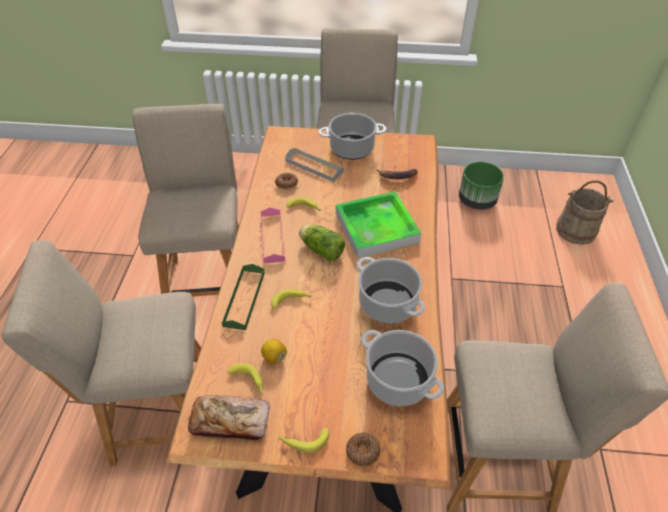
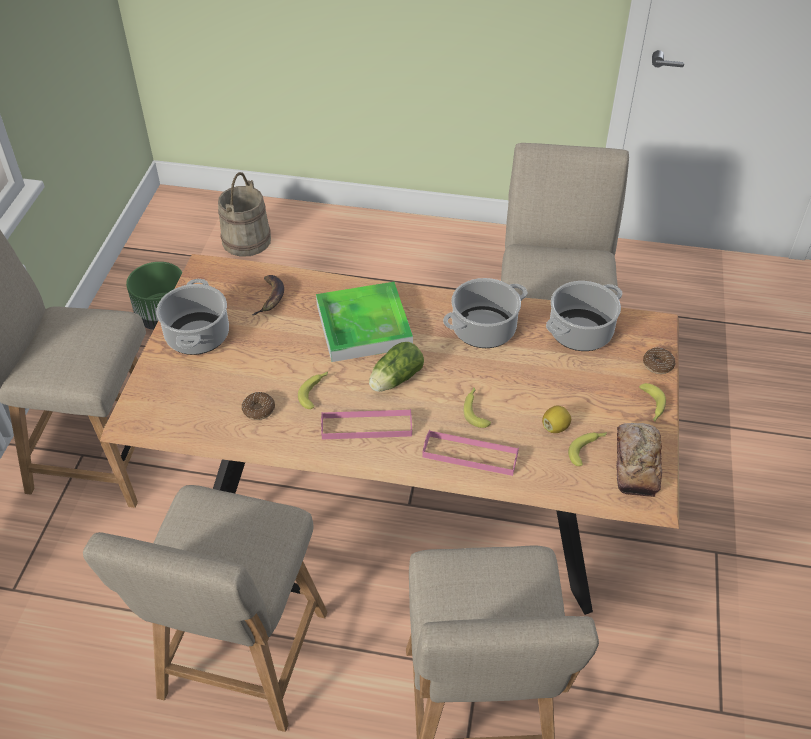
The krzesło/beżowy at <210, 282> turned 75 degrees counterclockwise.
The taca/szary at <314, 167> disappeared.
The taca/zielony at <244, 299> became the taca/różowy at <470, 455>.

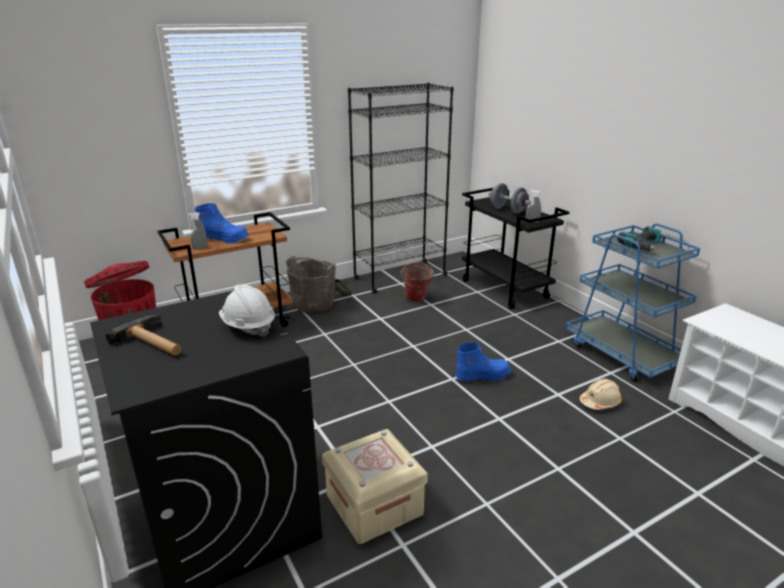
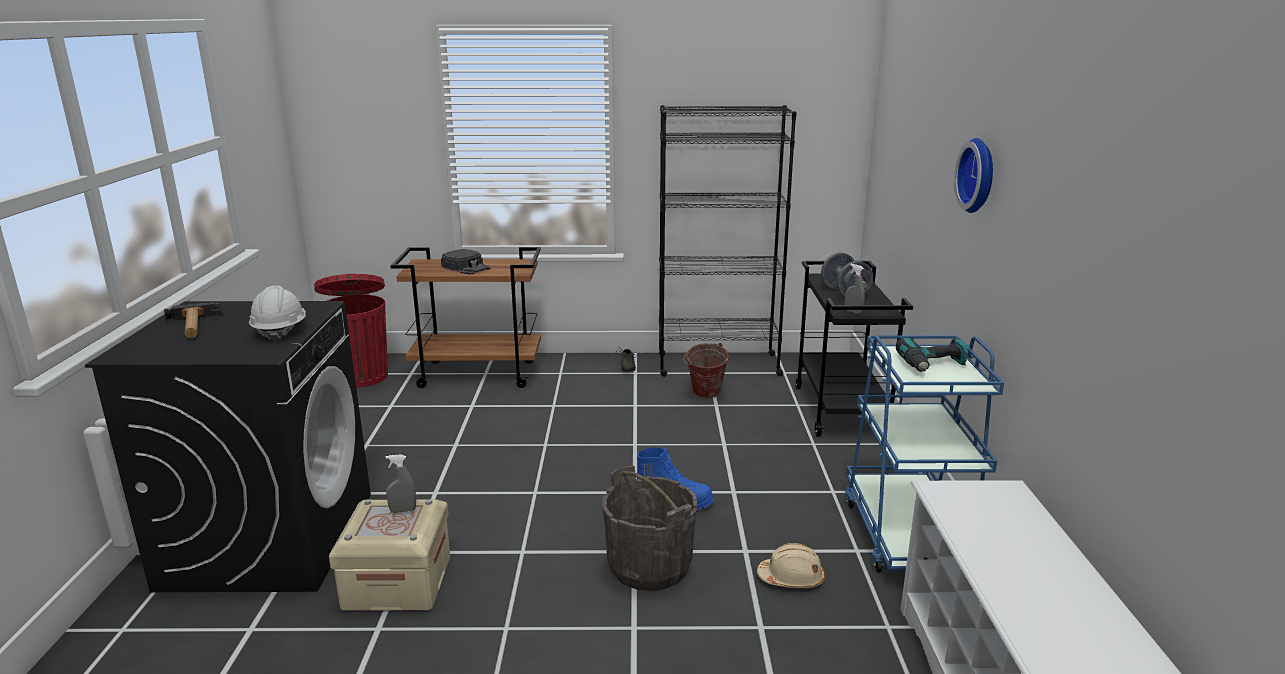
The but z cholewką/niebieski at <224, 239> was replaced by the czapka z daszkiem/czarny at <466, 267>.
The spryskiwacz/szary moved from <200, 247> to <403, 510>.
The wiadro/szary moved from <313, 303> to <649, 566>.
The zegar ścienny at <980, 175> appeared.

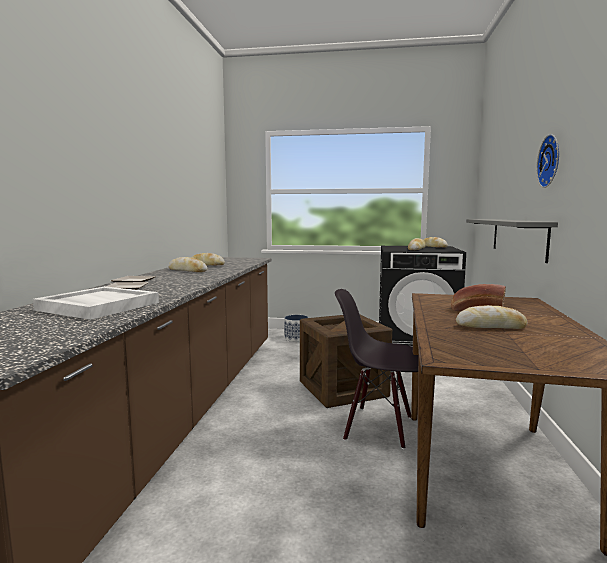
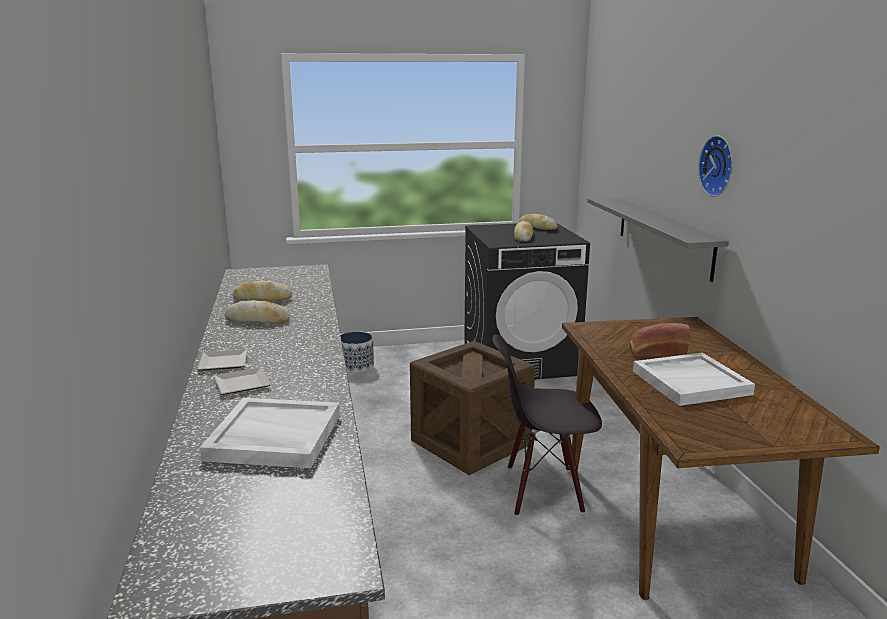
The chleb at <491, 326> was replaced by the taca/biały at <691, 382>.

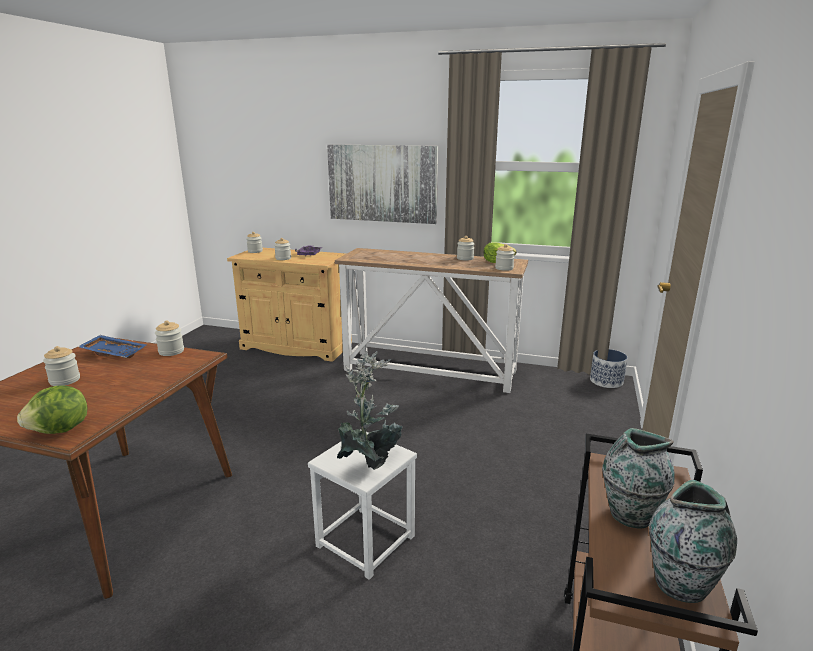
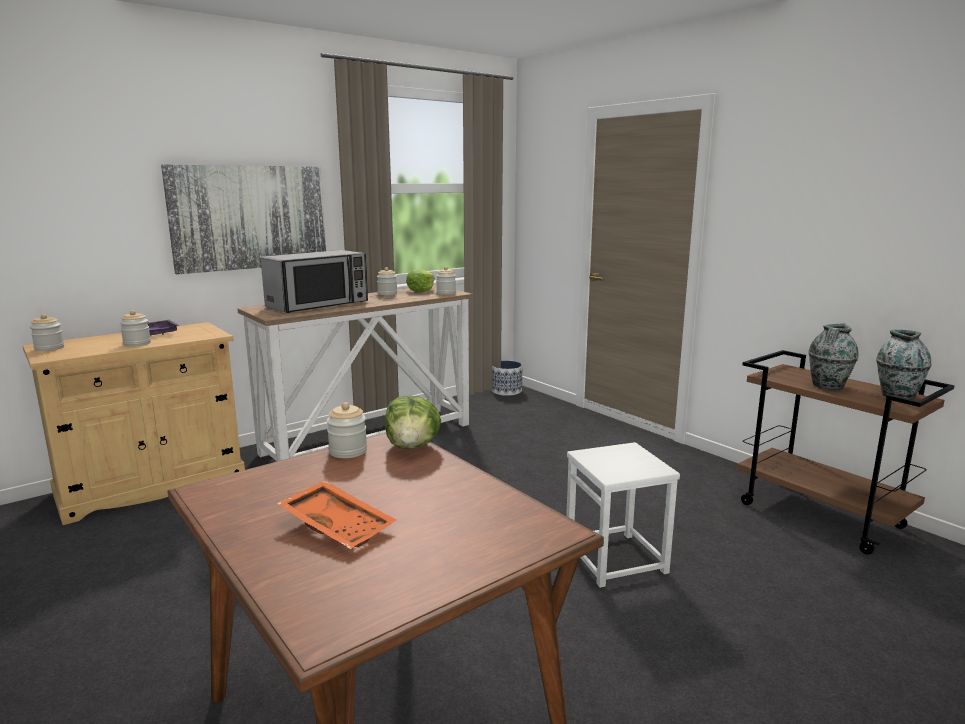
The taca/niebieski at <115, 353> disappeared.
The słoik at <65, 380> was replaced by the taca/pomarańczowy at <339, 525>.
The roślina doniczkowa at <370, 461> disappeared.
The sałata moved from <61, 431> to <413, 446>.
The mikrofalówka at <318, 304> appeared.

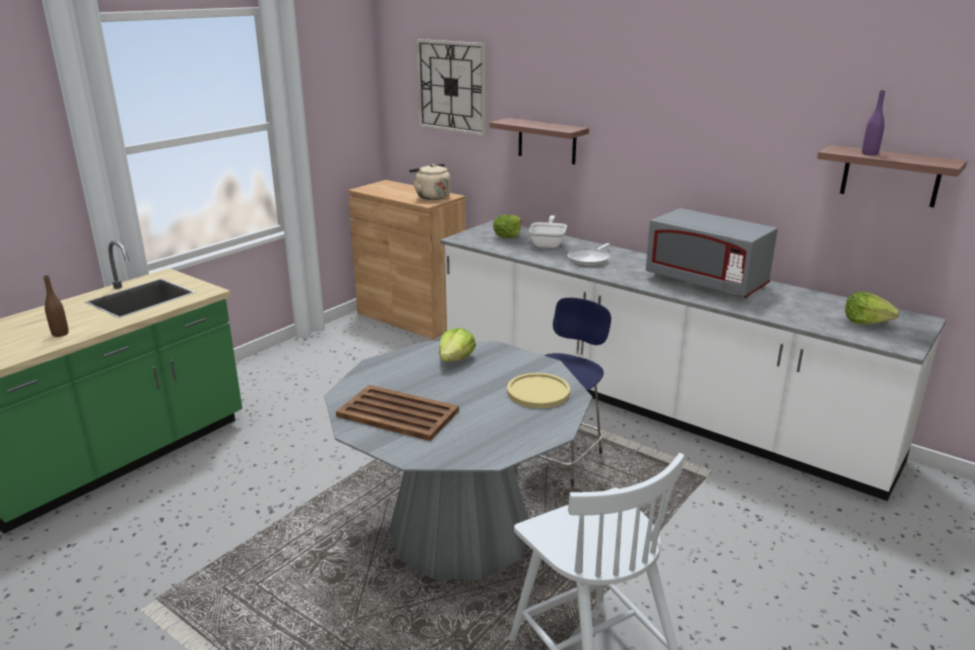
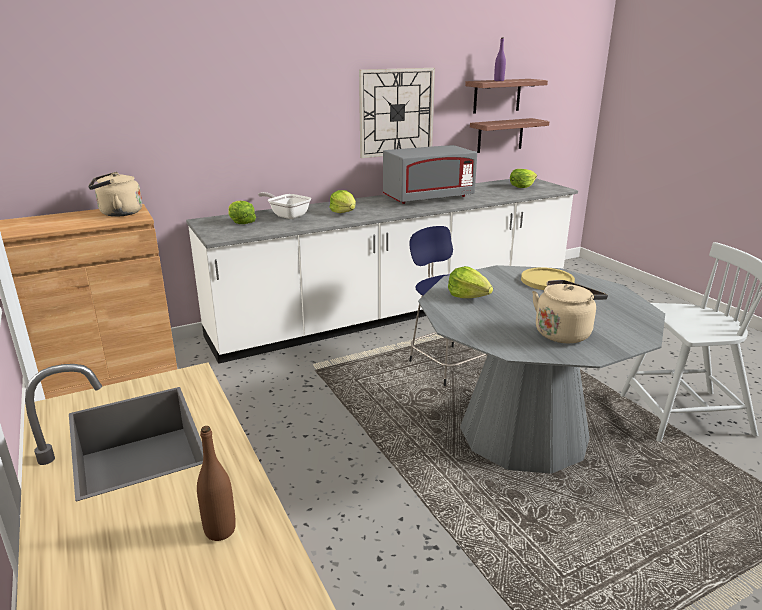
The zegar ścienny moved from <452, 86> to <396, 112>.
The półka moved from <547, 141> to <500, 135>.
The patelnia at <589, 259> was replaced by the sałata at <344, 212>.
The taca/brązowy at <398, 414> was replaced by the czajnik/beżowy at <564, 333>.

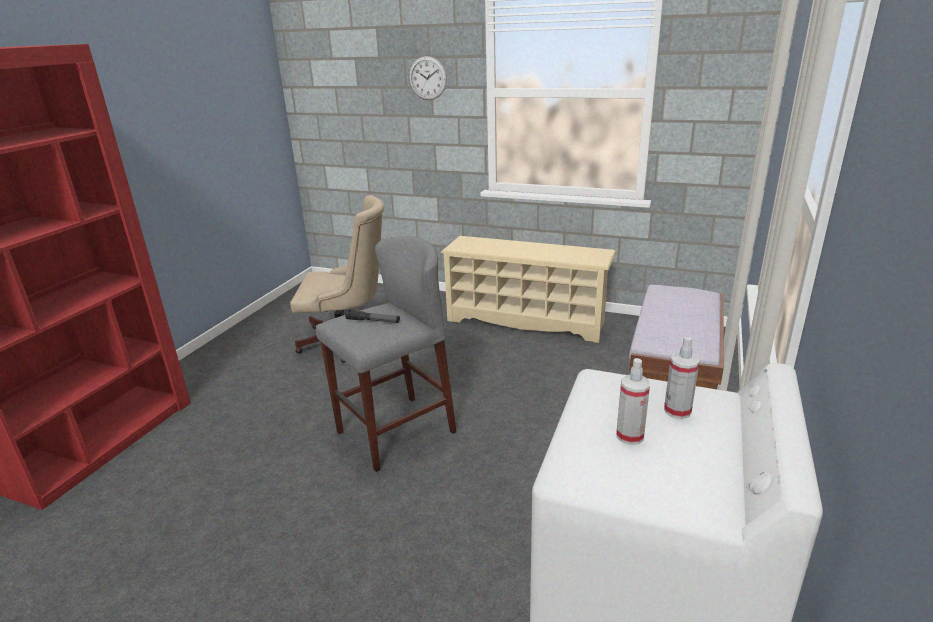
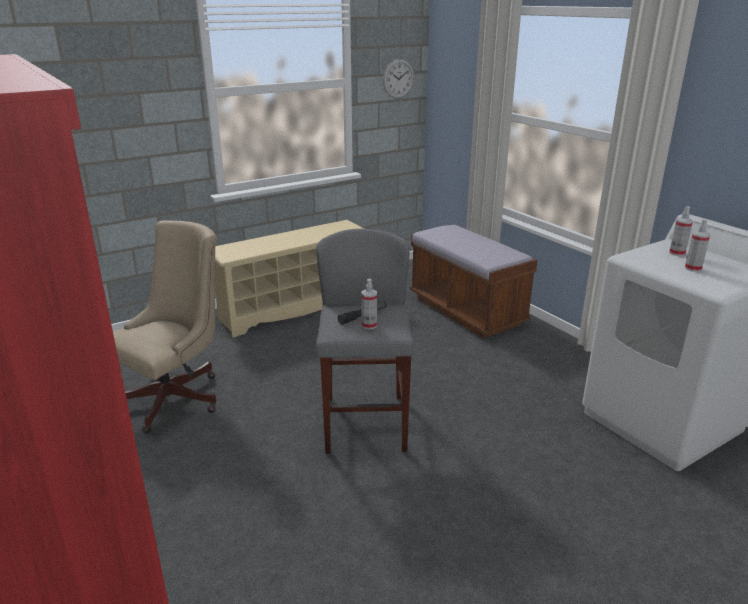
The zegar ścienny moved from <427, 78> to <398, 78>.
The spryskiwacz at <369, 325> appeared.

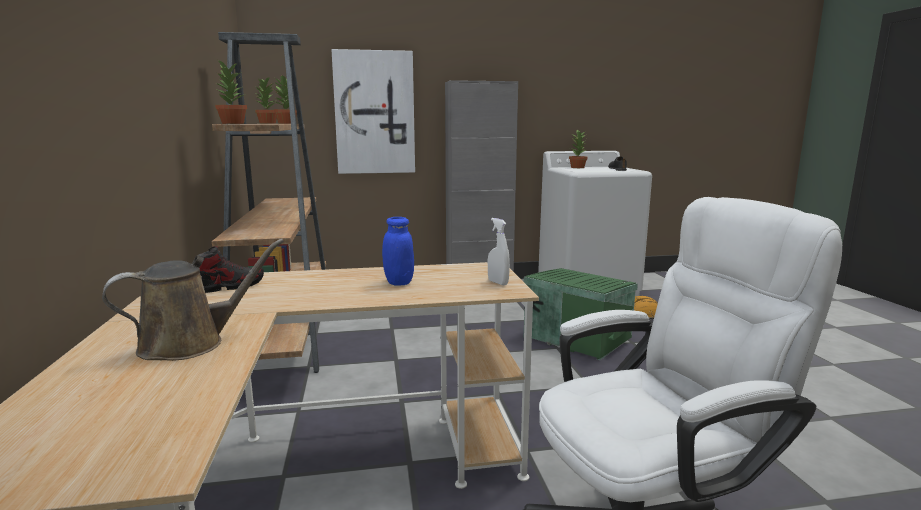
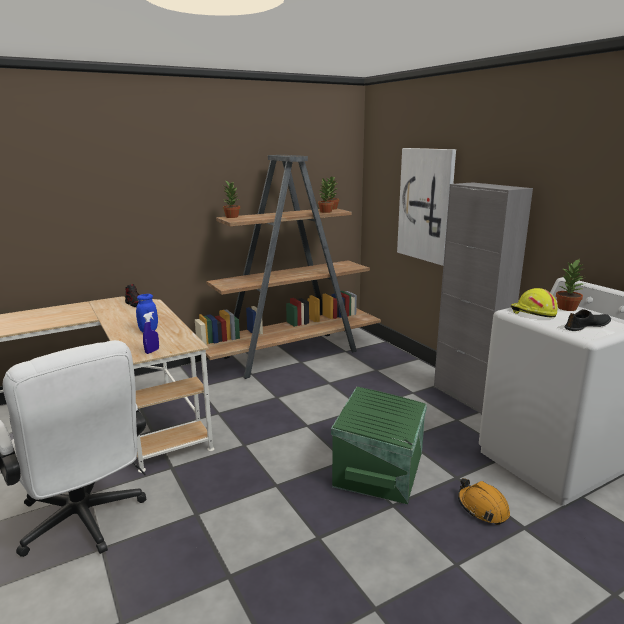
The spryskiwacz/biały at <498, 282> became the spryskiwacz/niebieski at <152, 351>.
The konewka/brązowy at <190, 344> disappeared.
The kask/żółty at <532, 313> appeared.

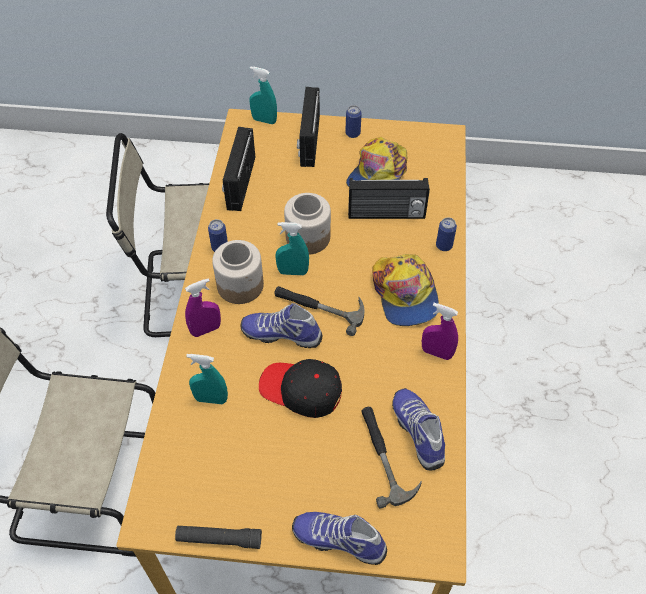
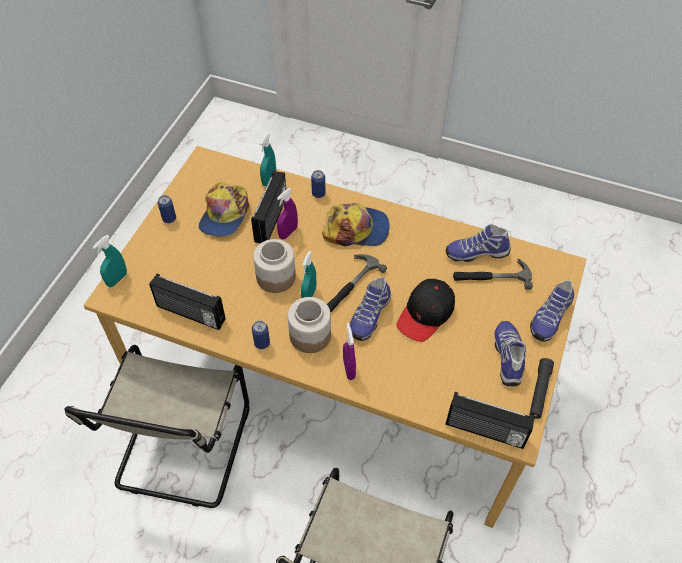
The radio moved from <308, 141> to <485, 431>.
The czapka z daszkiem at <377, 173> turned 60 degrees clockwise.
The spryskiwacz/fioletowy moved from <436, 353> to <288, 232>.
The spryskiwacz/turkusowy moved from <211, 399> to <269, 179>.
The but at <509, 357> appeared.

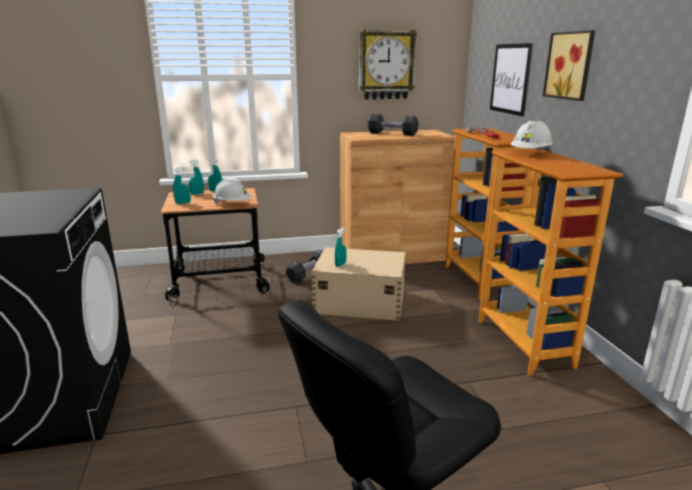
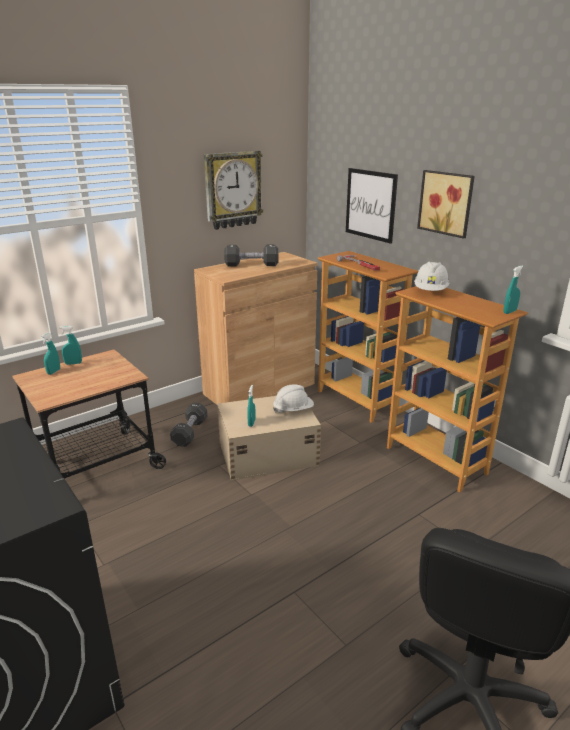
The spryskiwacz/turkusowy moved from <183, 203> to <509, 312>.
The kask/biały moved from <233, 204> to <293, 410>.

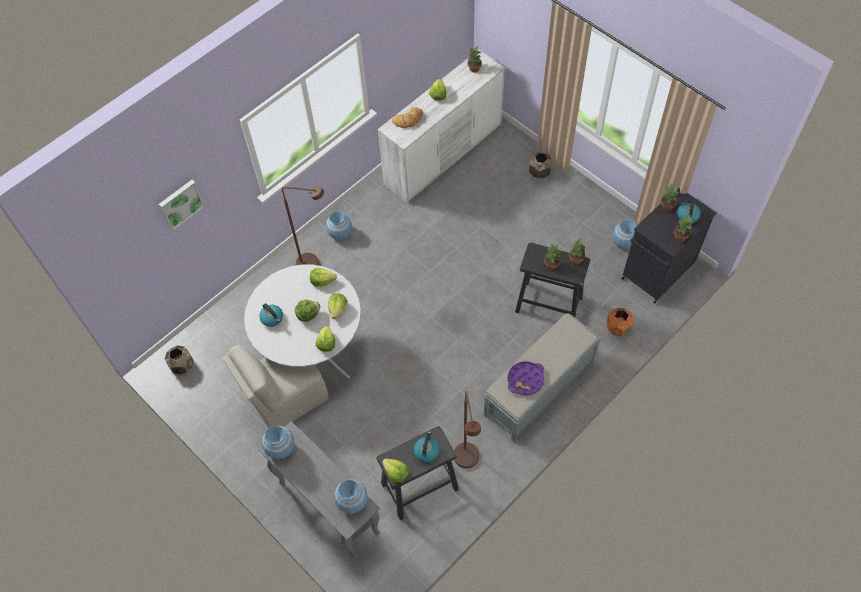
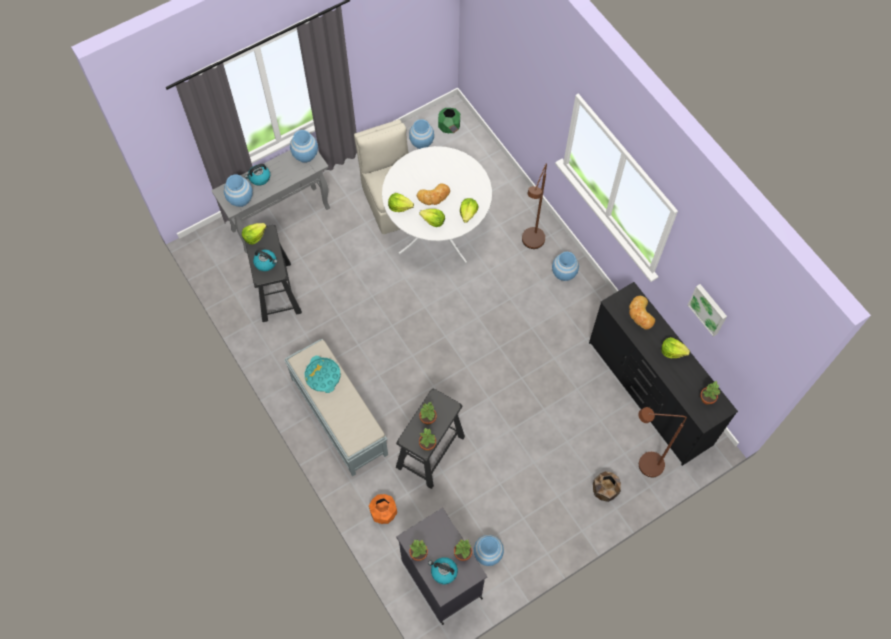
The komoda/biały at <444, 155> became the komoda/czarny at <649, 394>.
The obraz moved from <180, 204> to <708, 309>.
The sałata at <308, 314> was replaced by the chleb at <434, 196>.
The czajnik moved from <272, 318> to <259, 178>.
The donica/brązowy at <182, 365> became the donica/zielony at <449, 127>.
The taca/fioletowy at <525, 380> became the taca/turkusowy at <322, 376>.
The lampa stojąca/brązowy moved from <467, 463> to <643, 464>.
The wazon/niebieski at <421, 142> appeared.

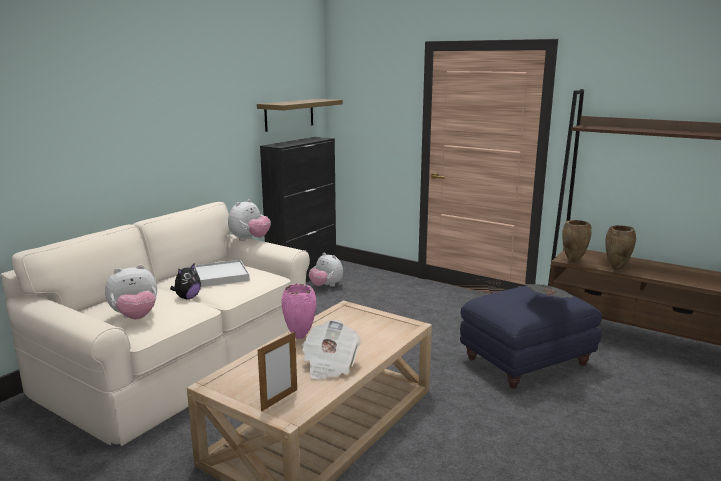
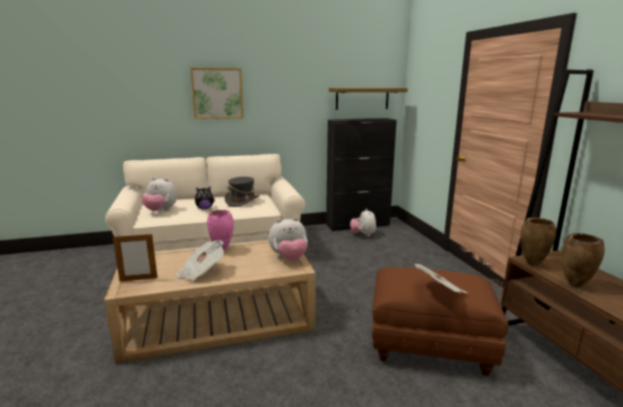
The pluszak moved from <250, 239> to <289, 258>.
The taca/biały at <222, 276> was replaced by the kapelusz/szary at <242, 201>.
The pufa/niebieski at <525, 363> became the pufa/brązowy at <428, 346>.
The obraz at <217, 93> appeared.

